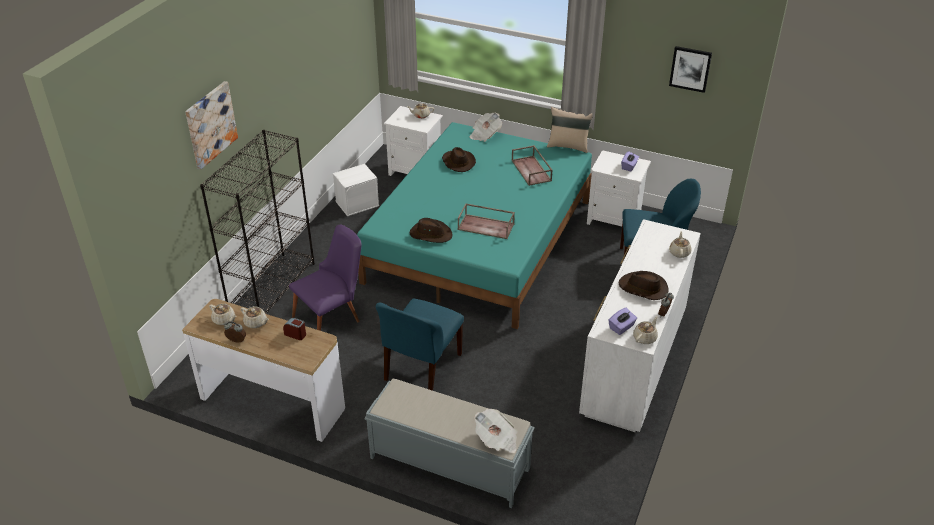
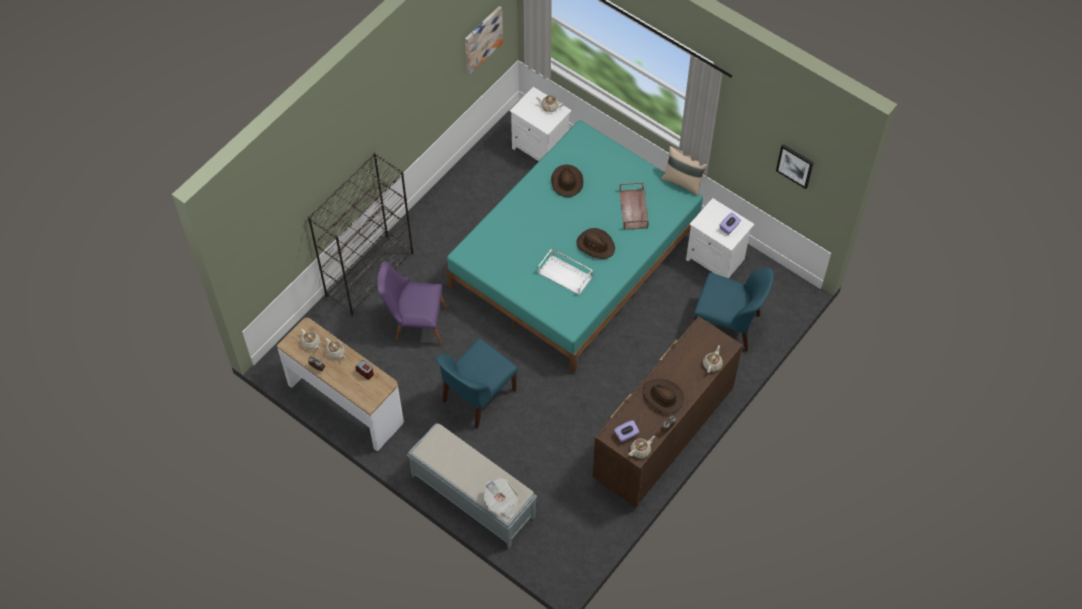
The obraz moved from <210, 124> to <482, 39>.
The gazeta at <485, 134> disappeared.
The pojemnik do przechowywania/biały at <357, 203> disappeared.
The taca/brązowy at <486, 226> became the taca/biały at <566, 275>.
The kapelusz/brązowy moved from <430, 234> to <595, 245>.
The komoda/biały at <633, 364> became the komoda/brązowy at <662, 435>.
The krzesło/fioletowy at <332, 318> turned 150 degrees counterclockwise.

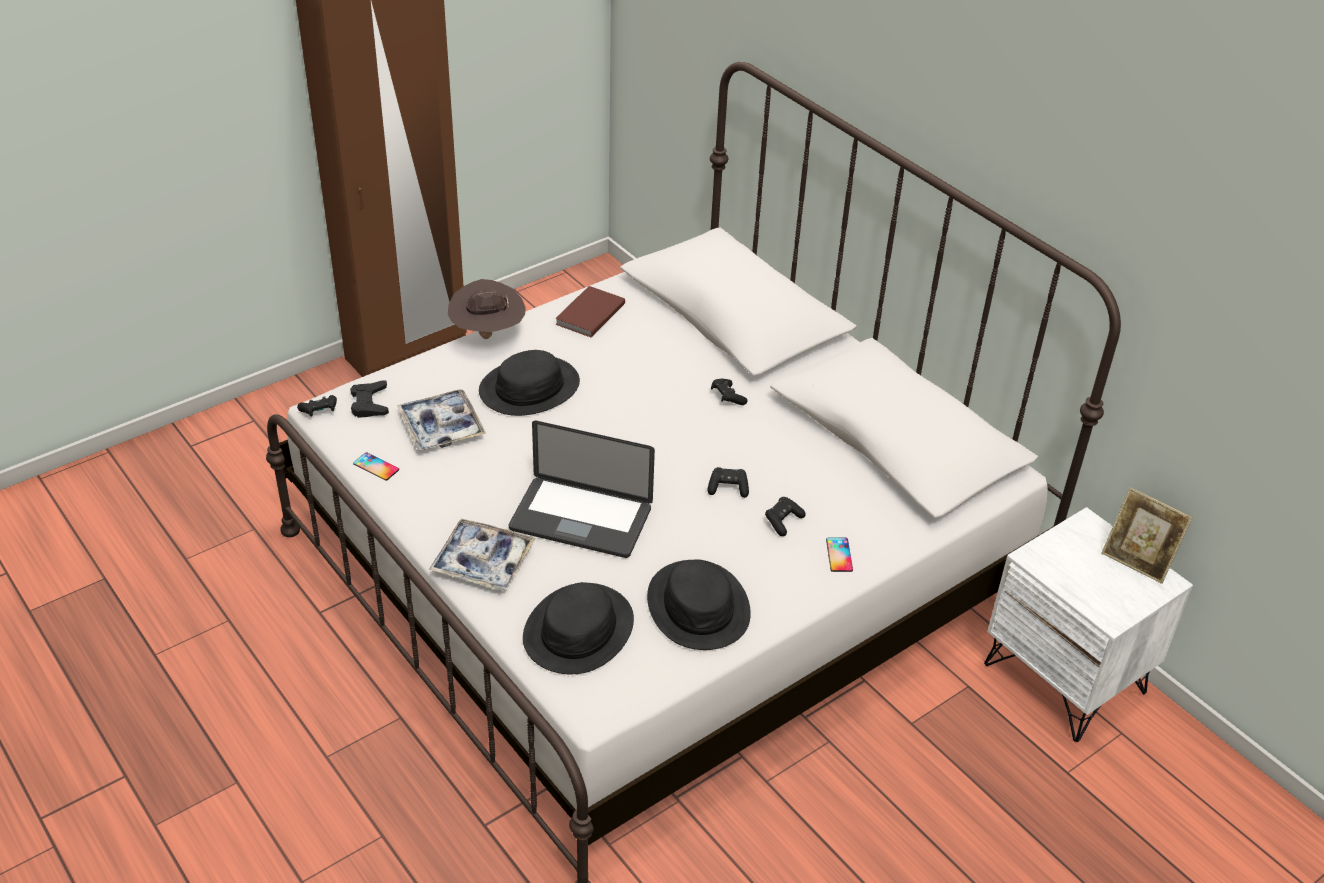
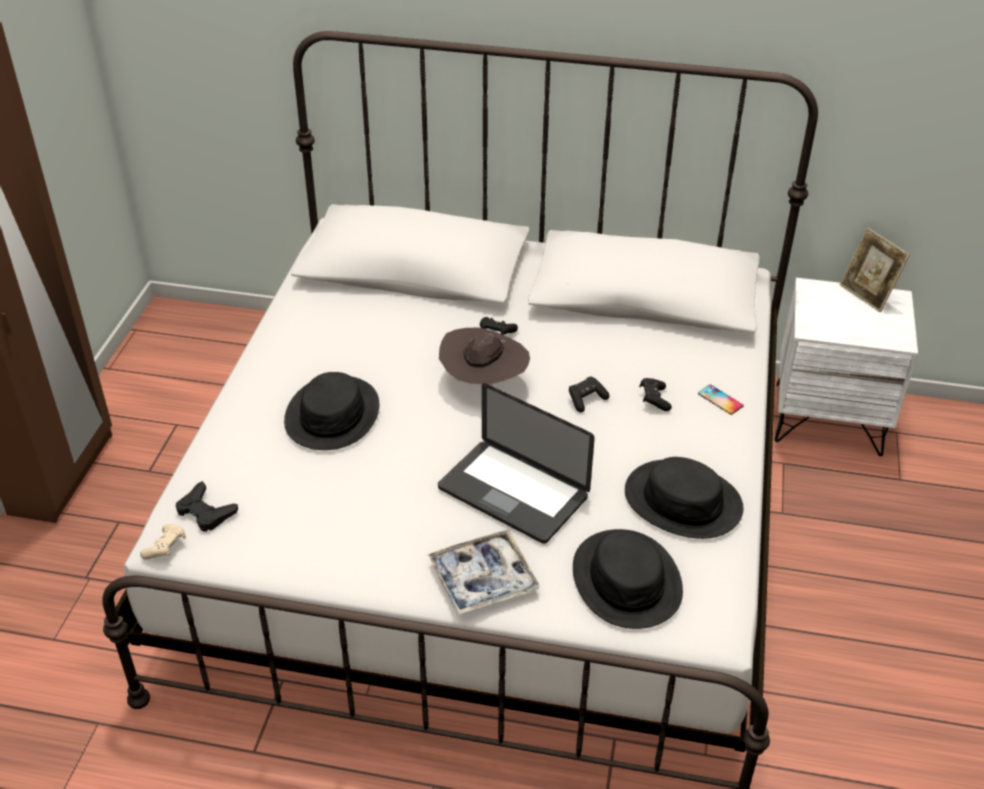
The kapelusz/brązowy moved from <487, 335> to <484, 383>.
The książka/brązowy at <588, 314> disappeared.
The taca at <441, 427> disappeared.
The pad do gier/czarny at <319, 412> became the pad do gier/beżowy at <166, 548>.
The laptop at <580, 519> turned 60 degrees clockwise.
The telefon at <376, 467> disappeared.
The ramka na zdjęcie at <1137, 562> turned 60 degrees clockwise.

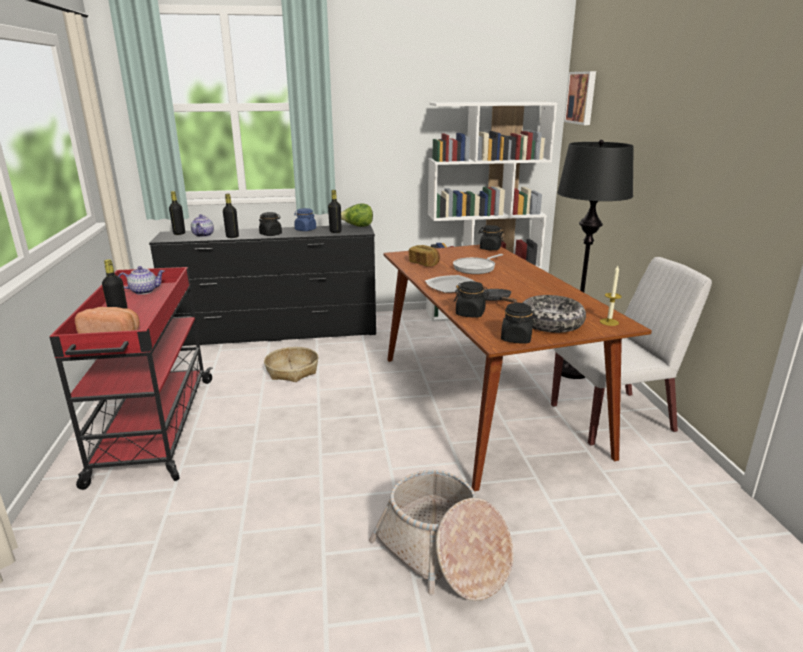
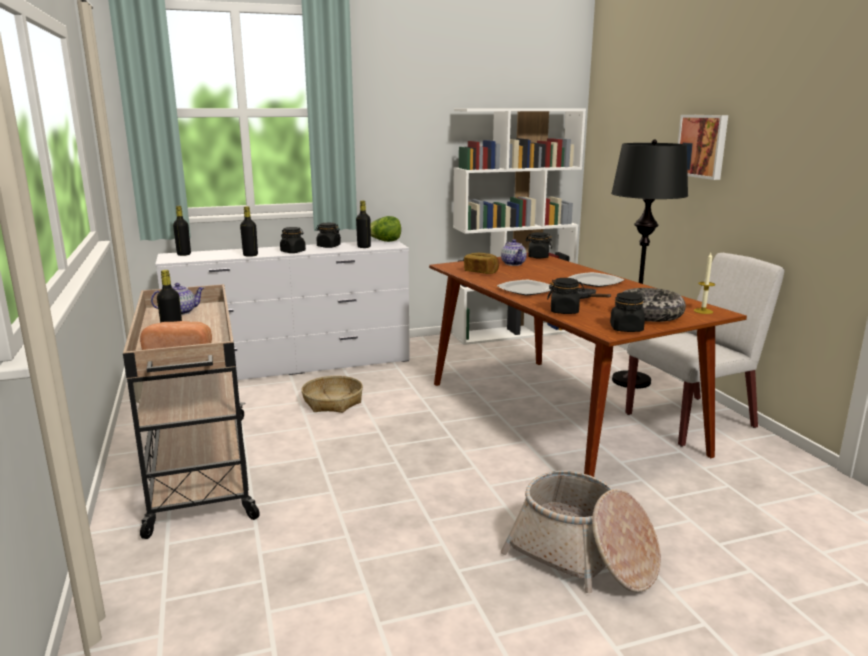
The obraz moved from <582, 98> to <703, 146>.
The słoik/niebieski at <305, 230> became the słoik/czarny at <328, 246>.
The imbryk moved from <203, 235> to <513, 263>.
The komoda/czarny at <276, 333> became the komoda/biały at <294, 367>.
The patelnia at <476, 268> disappeared.
The wózek/czerwony at <154, 429> became the wózek/beżowy at <200, 471>.
The talerz at <595, 282> appeared.

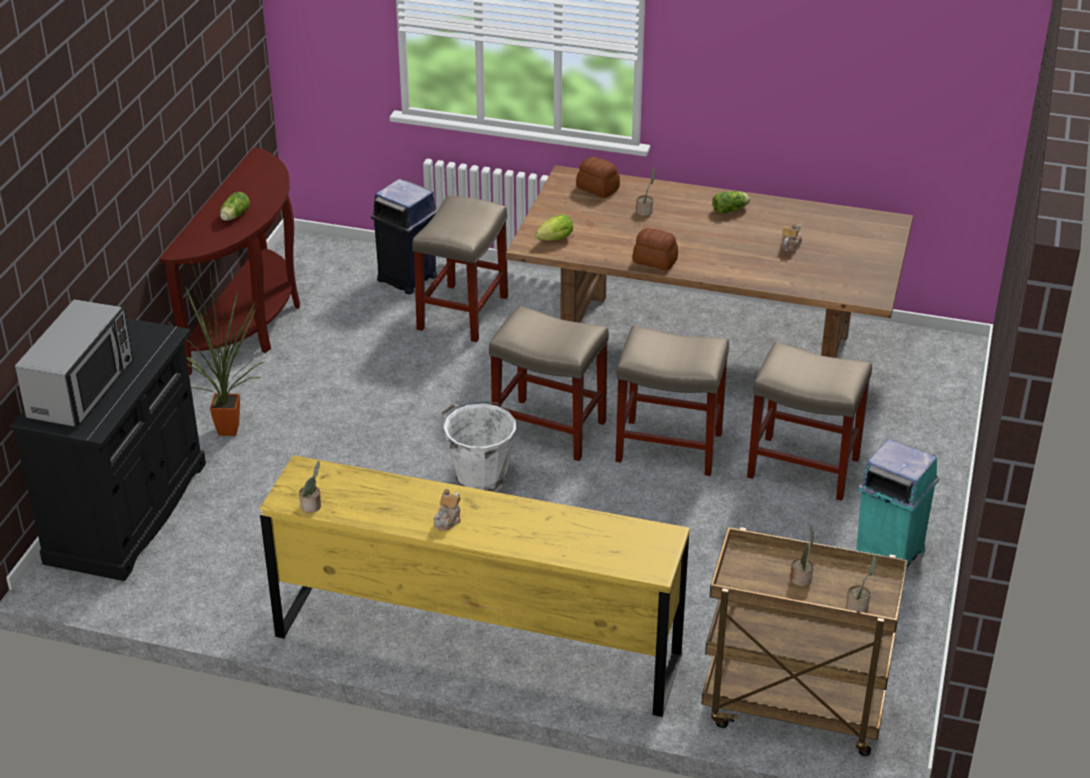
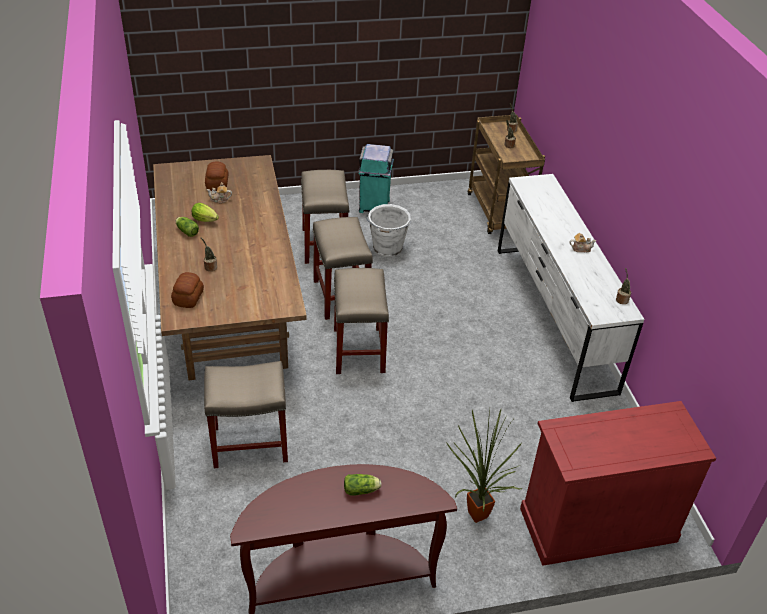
The kosz na śmieci/niebieski at <408, 279> disappeared.
The sałata moved from <553, 240> to <206, 220>.
The chleb moved from <655, 261> to <217, 184>.
The mikrofalówka at <82, 388> disappeared.
The szafka/czarny at <127, 512> became the szafka/czerwony at <597, 524>.
The wiadro/biały moved from <479, 478> to <387, 249>.
The komoda/żółty at <477, 645> became the komoda/biały at <553, 317>.

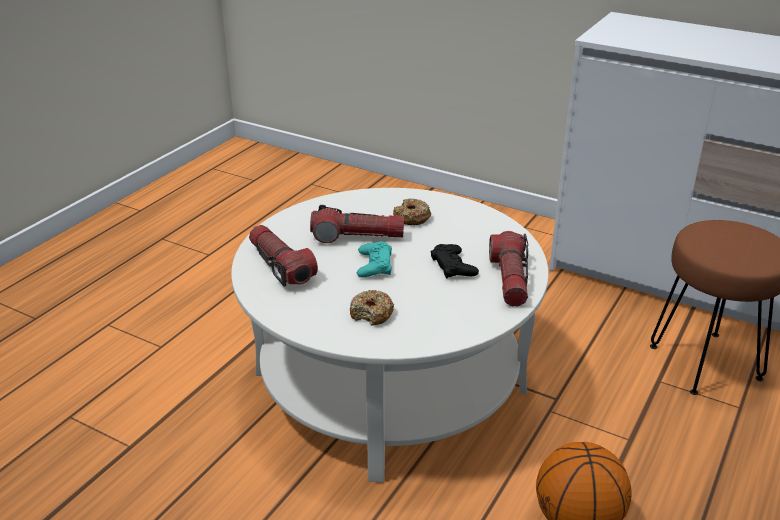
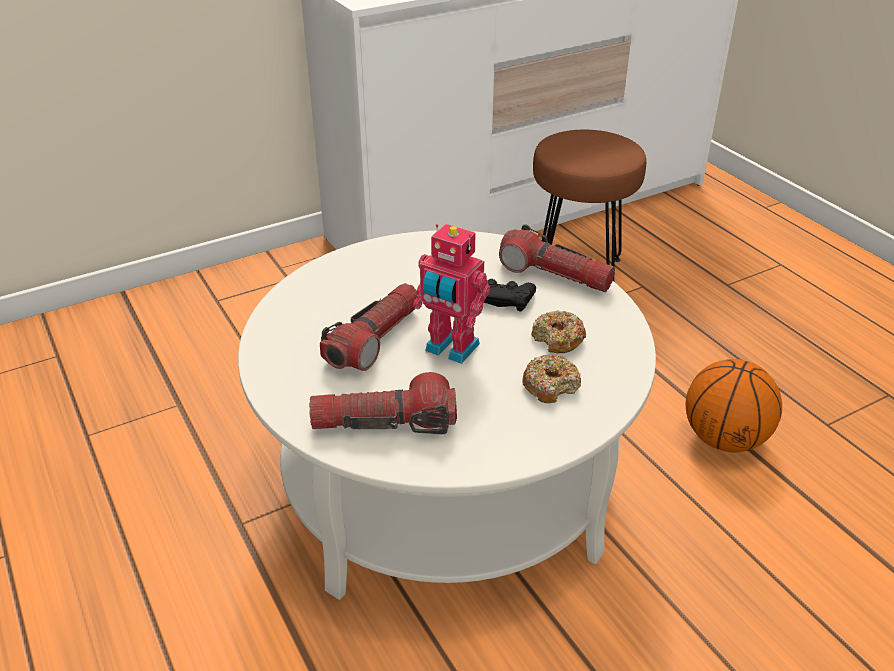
The donut moved from <412, 218> to <558, 339>.
The pad do gier/turkusowy at <374, 265> was replaced by the robot zabawkowy at <450, 349>.

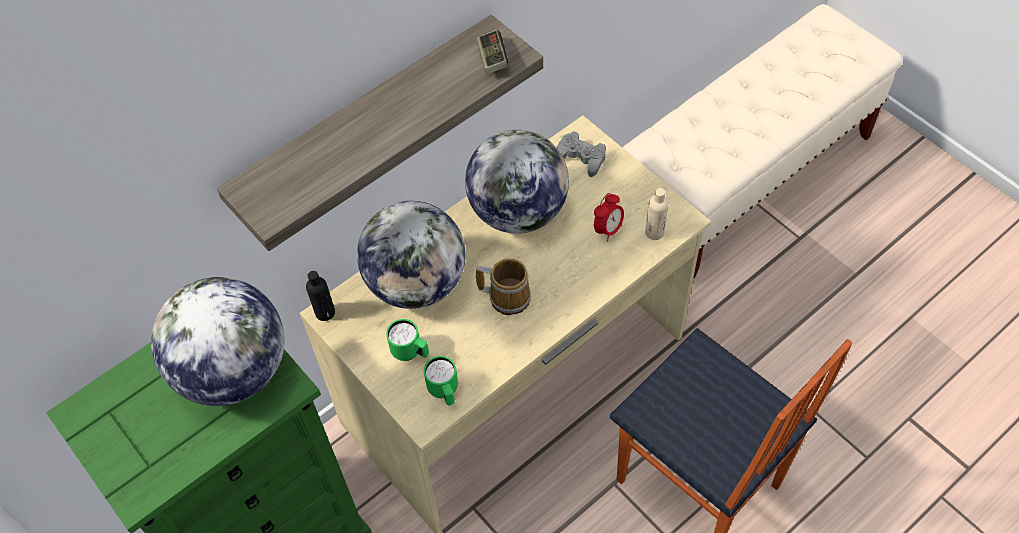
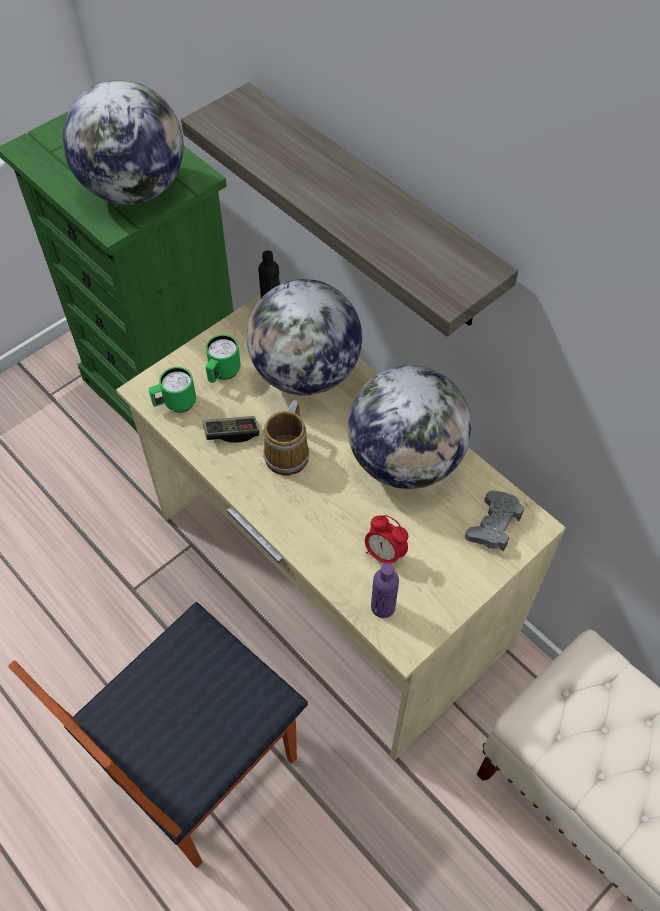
The pad do gier moved from <492, 59> to <232, 433>.
The butelka/beżowy at <654, 232> became the butelka/fioletowy at <383, 607>.

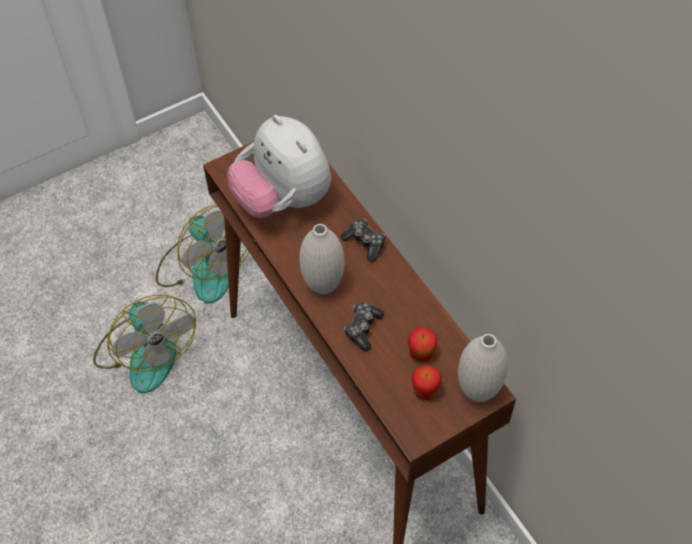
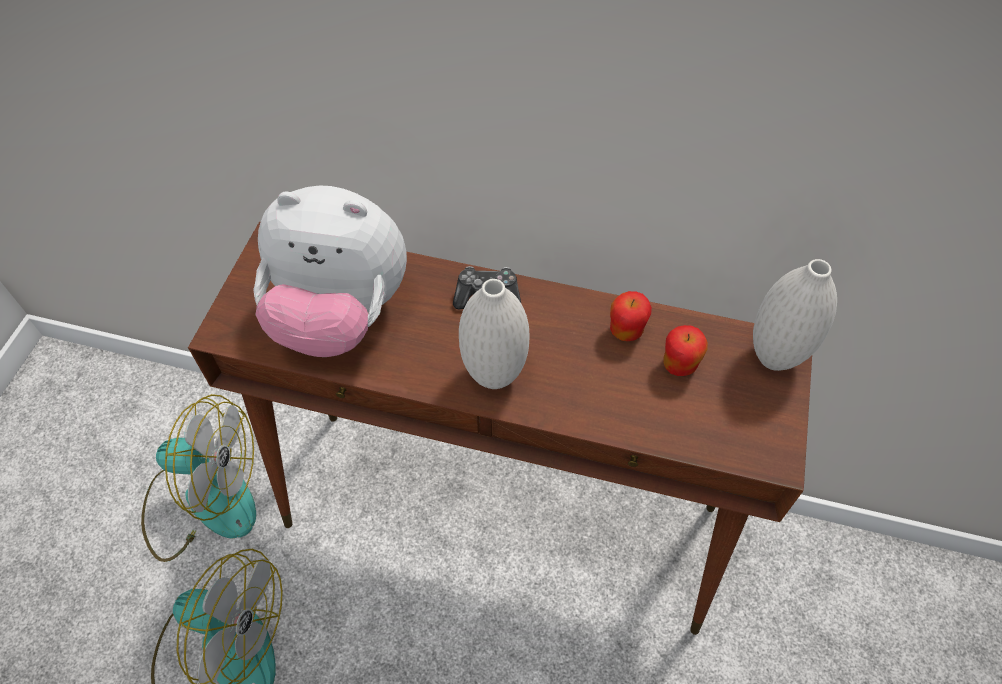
The pad do gier at <363, 328> disappeared.
The jabłko moved from <425, 391> to <626, 331>.

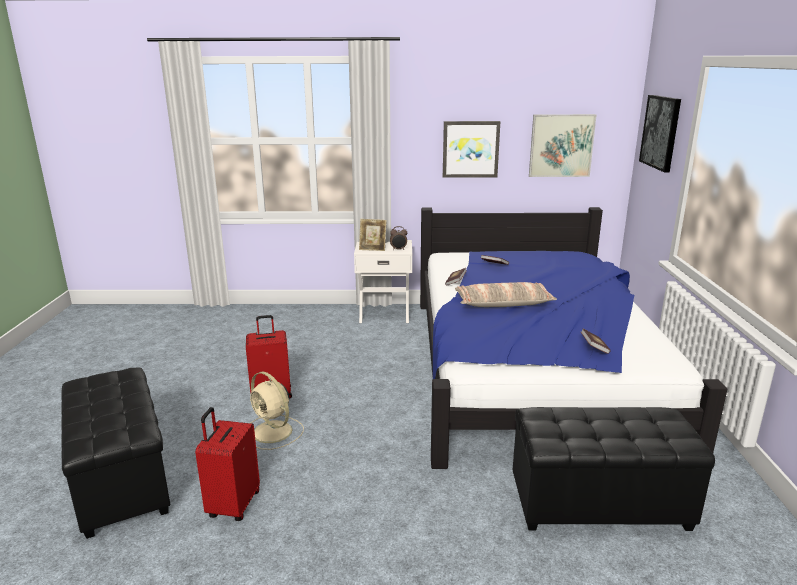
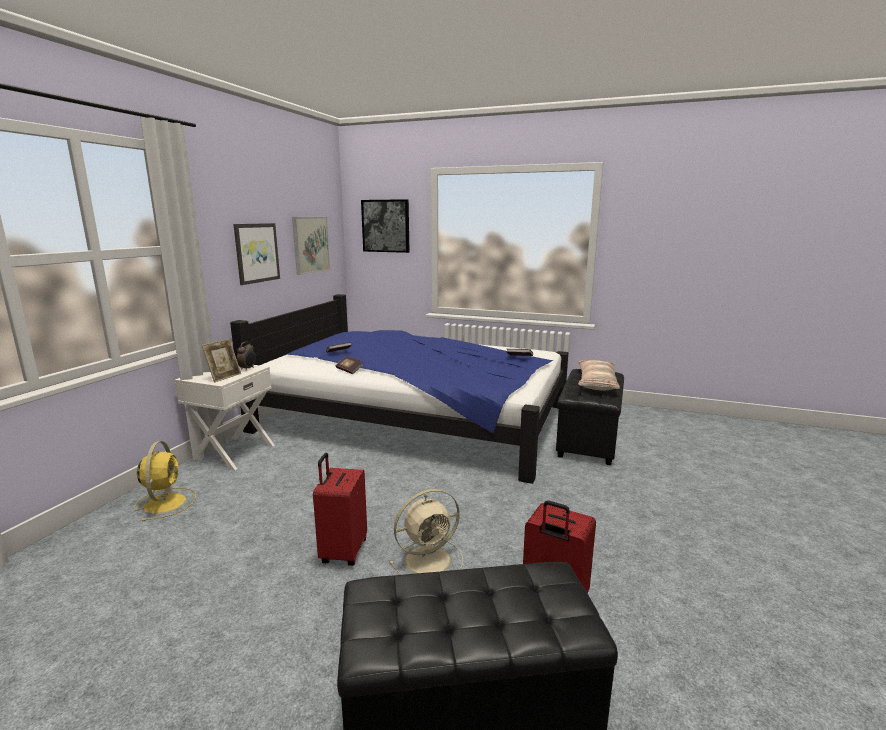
The poduszka moved from <503, 303> to <596, 383>.
The wentylator/żółty at <165, 502> appeared.

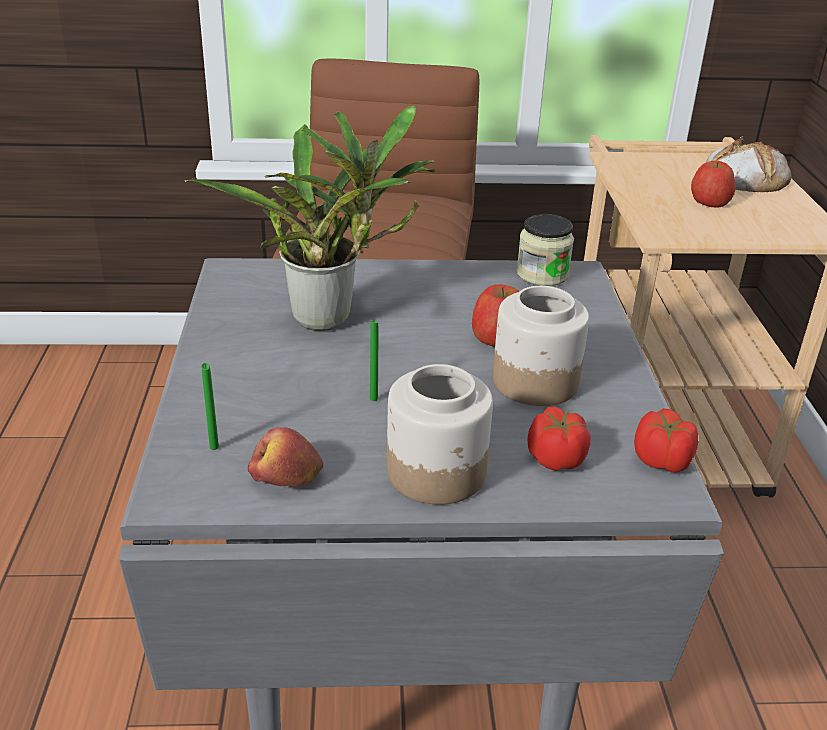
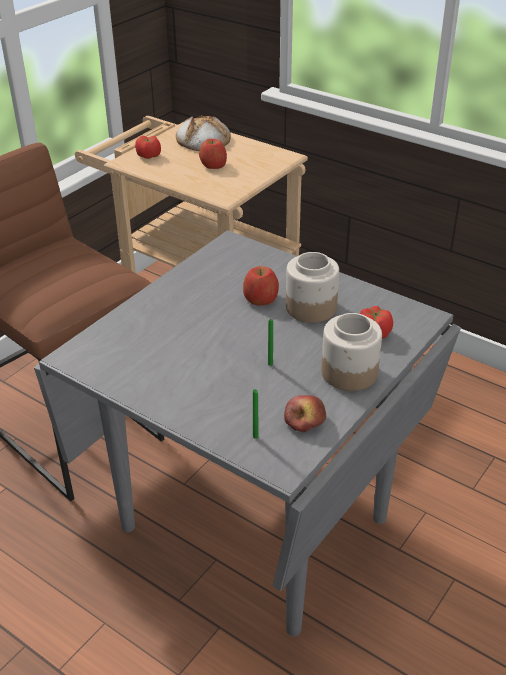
The roślina doniczkowa at <331, 318> disappeared.
The słoik at <542, 274> disappeared.
The pomidor moved from <662, 460> to <149, 156>.

